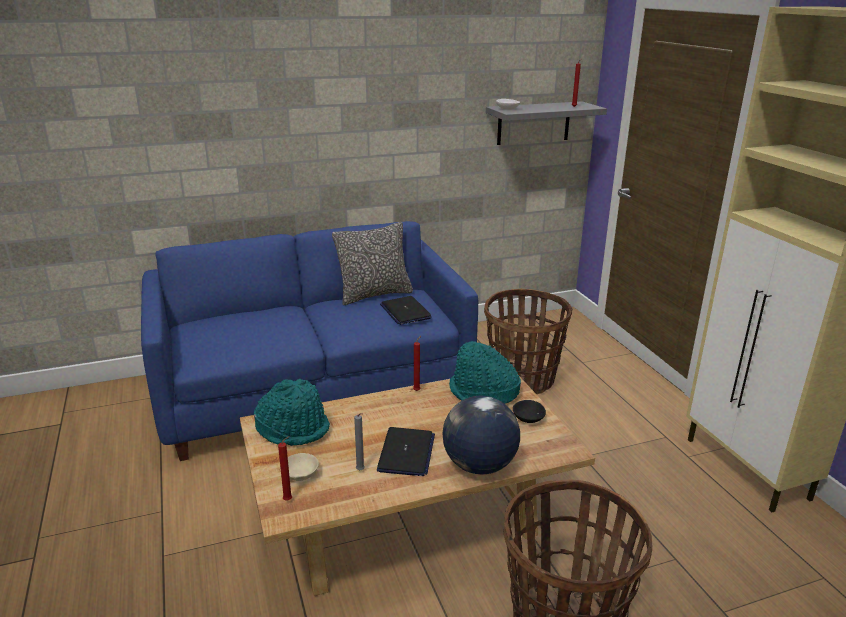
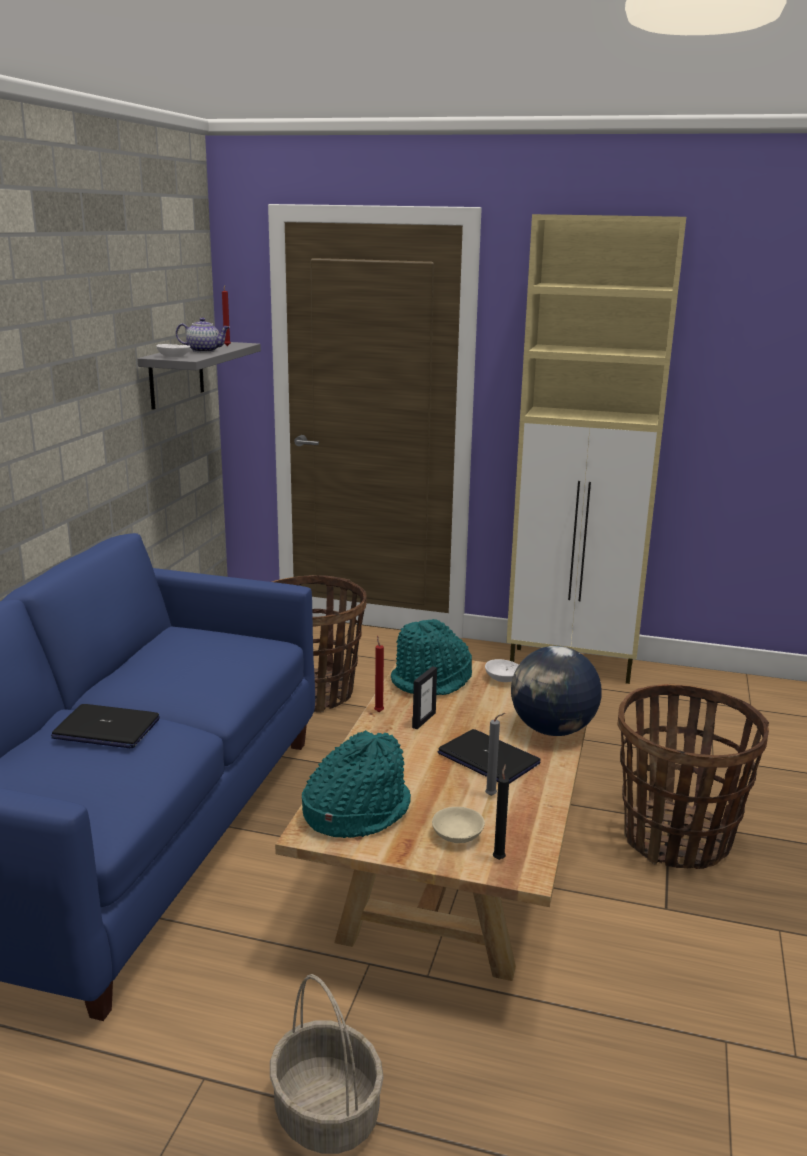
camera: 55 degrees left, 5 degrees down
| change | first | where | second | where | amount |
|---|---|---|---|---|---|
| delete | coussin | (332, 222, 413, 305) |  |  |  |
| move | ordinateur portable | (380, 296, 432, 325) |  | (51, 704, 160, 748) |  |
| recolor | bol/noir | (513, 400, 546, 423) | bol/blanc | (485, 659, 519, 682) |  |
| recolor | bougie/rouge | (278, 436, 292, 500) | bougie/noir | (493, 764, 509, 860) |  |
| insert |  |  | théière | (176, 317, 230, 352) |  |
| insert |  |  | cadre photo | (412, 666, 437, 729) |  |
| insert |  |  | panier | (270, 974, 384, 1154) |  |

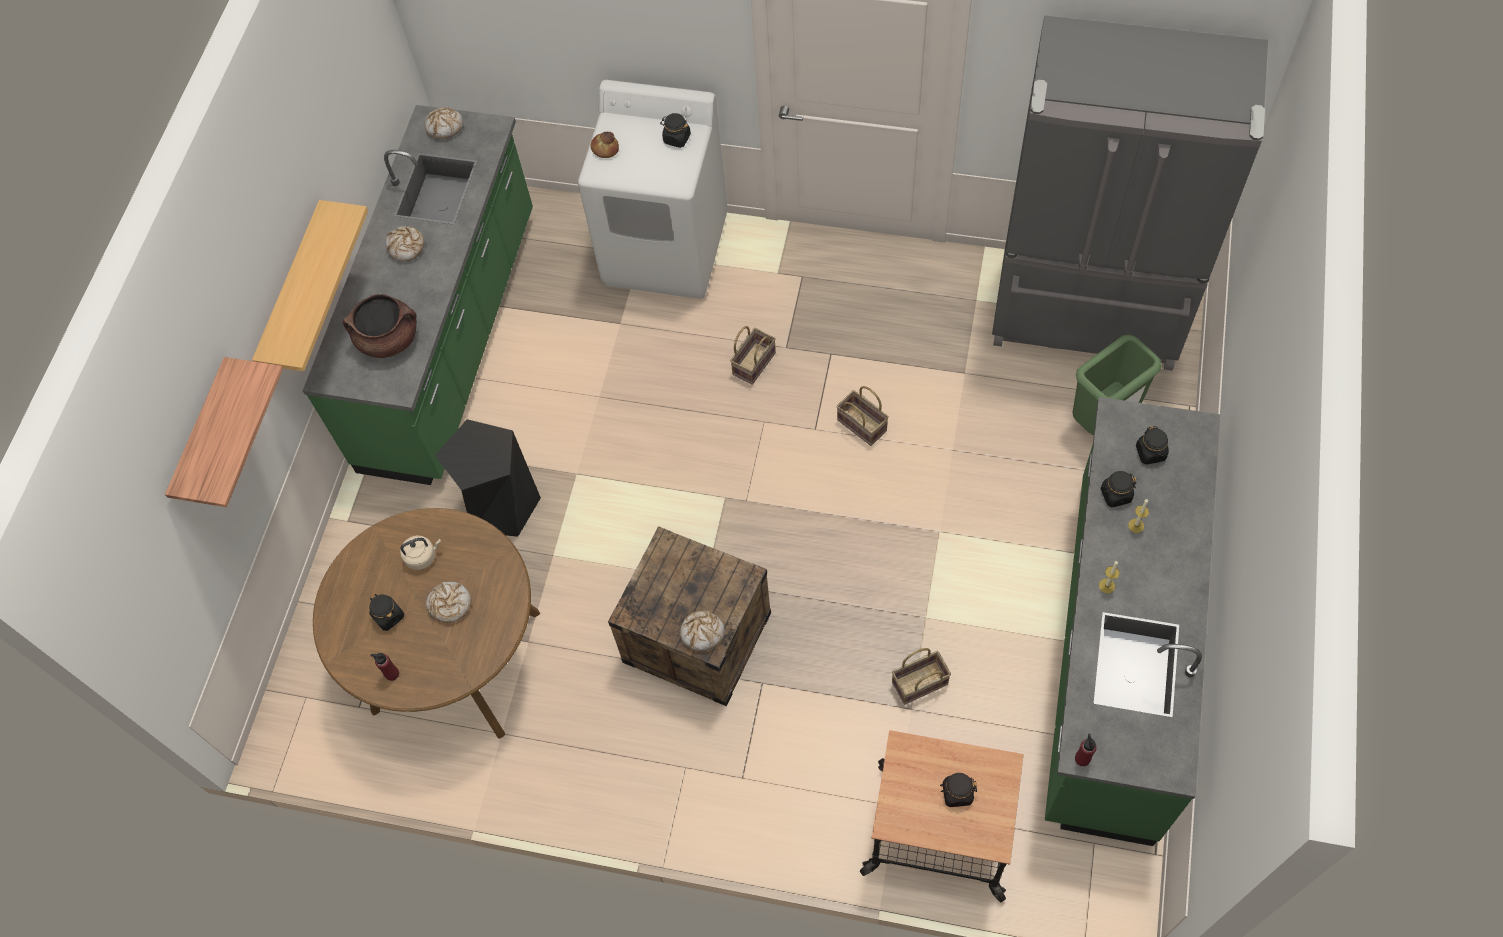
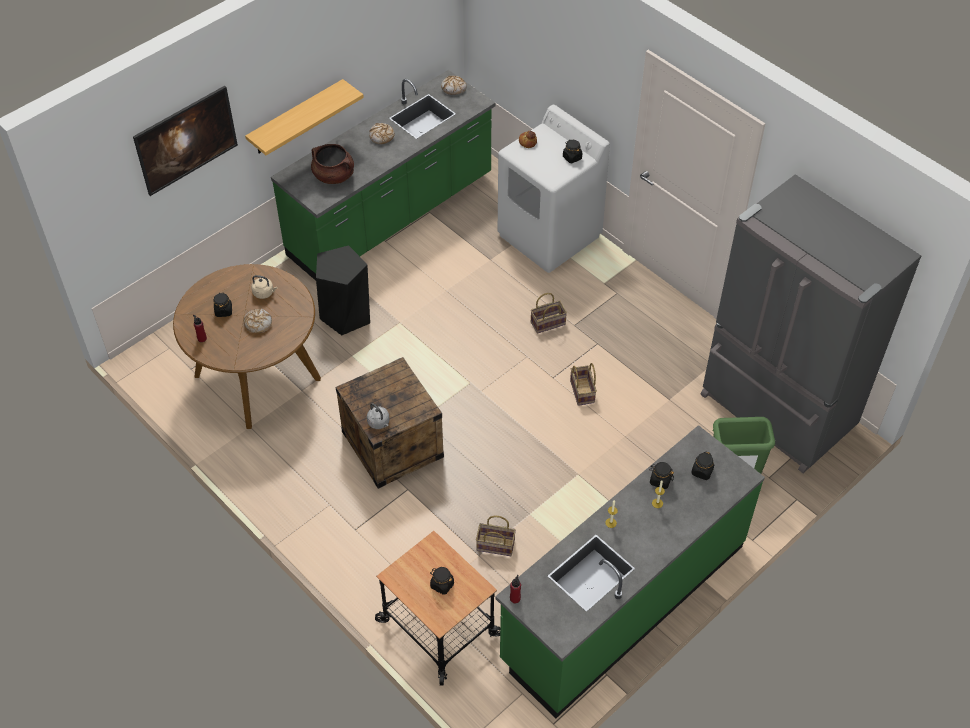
camera: 30 degrees right, 10 degrees down
| change | first | where | second | where | amount |
|---|---|---|---|---|---|
| replace | étagère | (165, 357, 283, 507) | tableau | (133, 86, 238, 196) |  |
| replace | pain | (680, 611, 725, 652) | bouilloire/gris | (367, 403, 389, 429) |  |

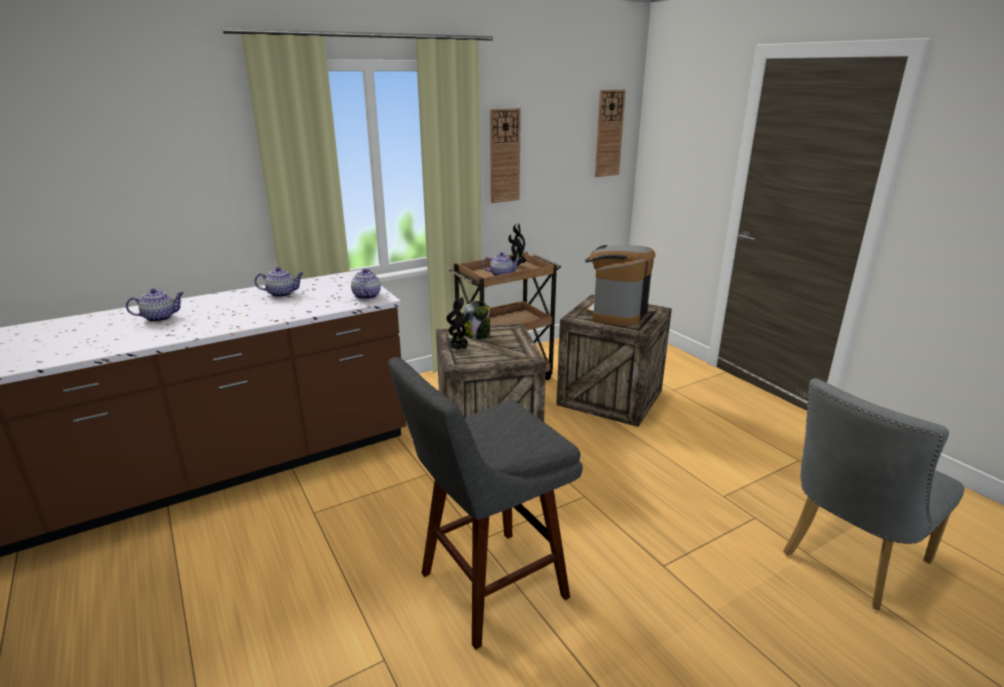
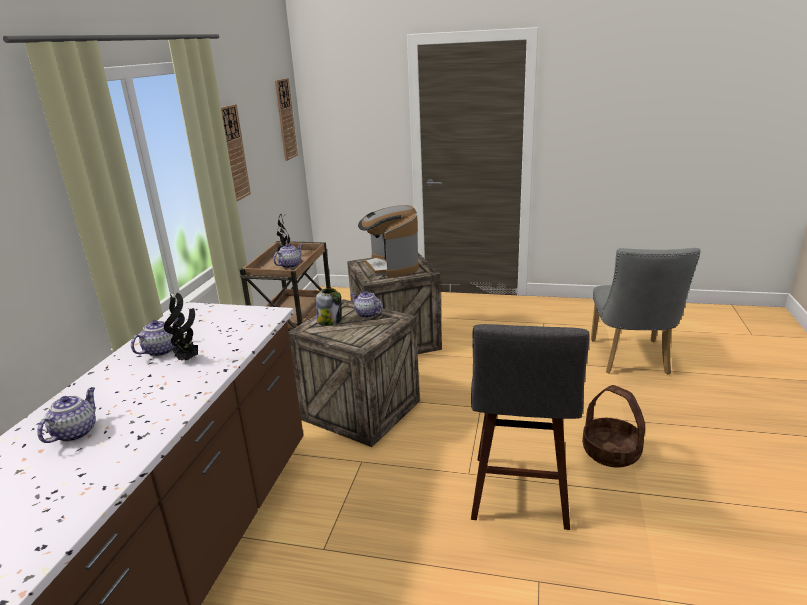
camera: 45 degrees left, 0 degrees up
| change | first | where | second | where | amount |
|---|---|---|---|---|---|
| move | théière | (351, 269, 381, 299) |  | (351, 291, 383, 318) |  |
| move | plante en pot | (446, 297, 471, 350) |  | (164, 292, 198, 361) |  |
| insert |  |  | panier | (582, 385, 645, 468) |  |

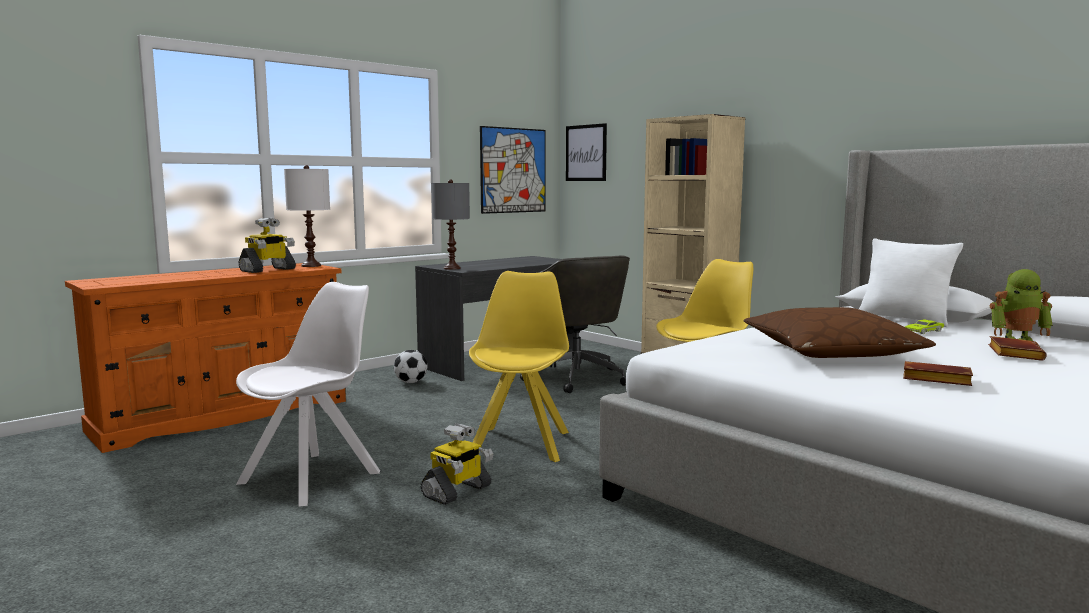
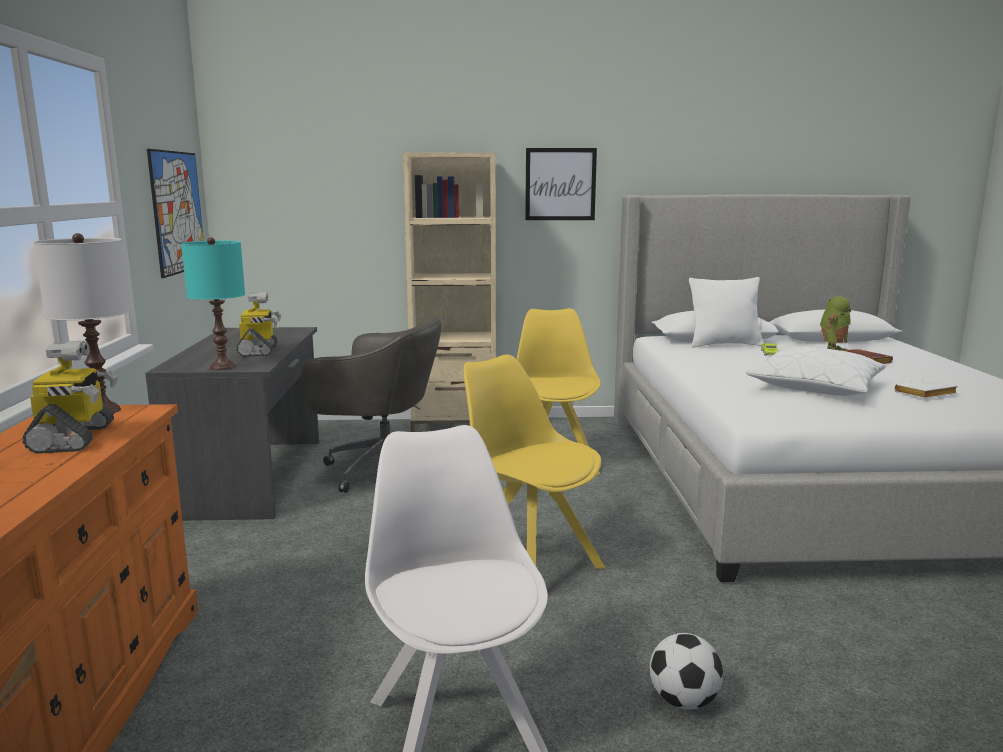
camera: 50 degrees left, 5 degrees up
| change | first | where | second | where | amount |
|---|---|---|---|---|---|
| move | tableau | (566, 123, 607, 181) |  | (525, 148, 597, 220) |  |
| recolor | lampe de table/gris | (432, 179, 470, 270) | lampe de table/turquoise | (181, 237, 245, 370) |  |
| recolor | coussin/marron | (744, 307, 936, 358) | coussin/blanc | (746, 346, 886, 396) |  |
| move | ballon de foot | (394, 350, 427, 383) |  | (650, 633, 723, 710) |  |
| recolor | livre/marron | (903, 361, 973, 386) | livre/blanc | (895, 380, 958, 399) |  |
| move | robot jouet | (421, 423, 494, 505) |  | (236, 292, 281, 357) |  |

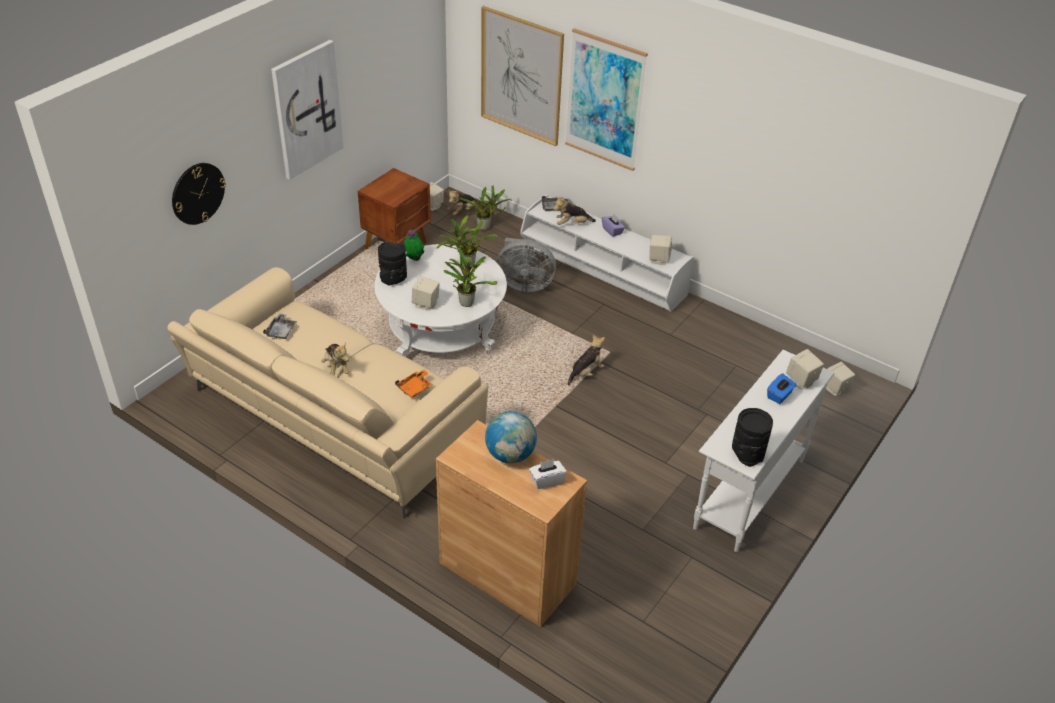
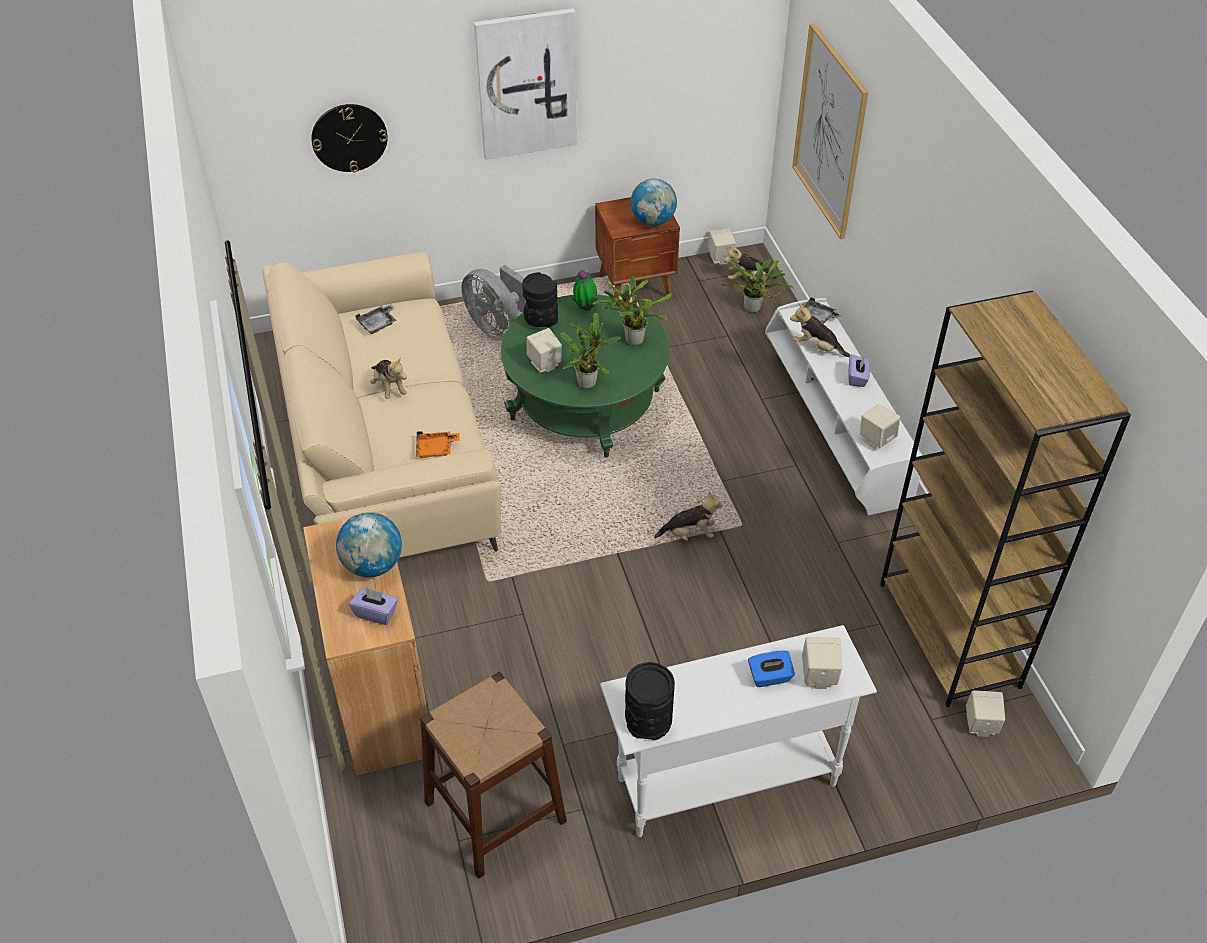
camera: 40 degrees right, 5 degrees up
| change | first | where | second | where | amount |
|---|---|---|---|---|---|
| delete | tableau | (565, 28, 648, 171) |  |  |  |
| move | ventilateur/gris | (497, 238, 556, 292) |  | (462, 265, 526, 341) |  |
| recolor | table basse/blanc | (374, 244, 507, 357) | table basse/vert | (501, 295, 670, 458) |  |
| rotate | peluche | (321, 343, 349, 376) |  | (370, 357, 407, 399) | 45 degrees counterclockwise |
| recolor | boîte à mouchoirs/blanc | (529, 459, 567, 489) | boîte à mouchoirs/violet | (349, 587, 398, 625) |  |
| insert |  |  | globe | (631, 179, 677, 226) |  |
| insert |  |  | bibliothèque/marron | (880, 291, 1131, 708) |  |
| insert |  |  | tabouret/marron | (420, 672, 567, 879) |  |

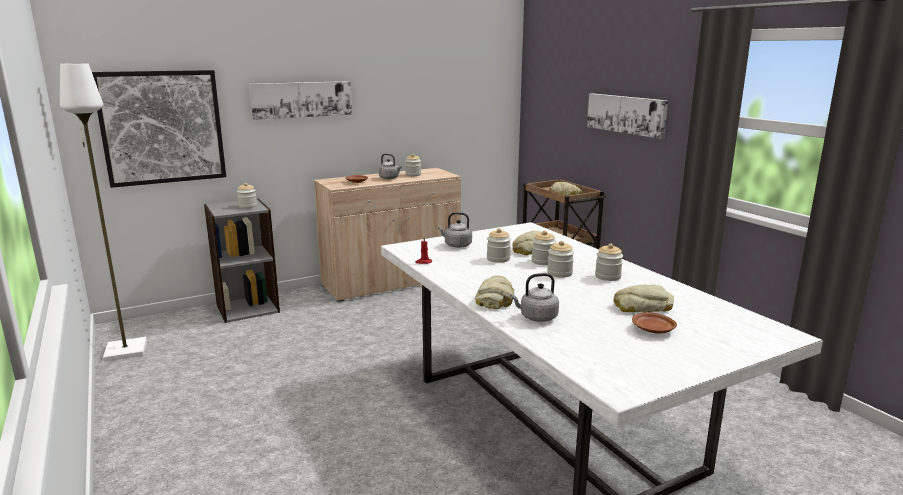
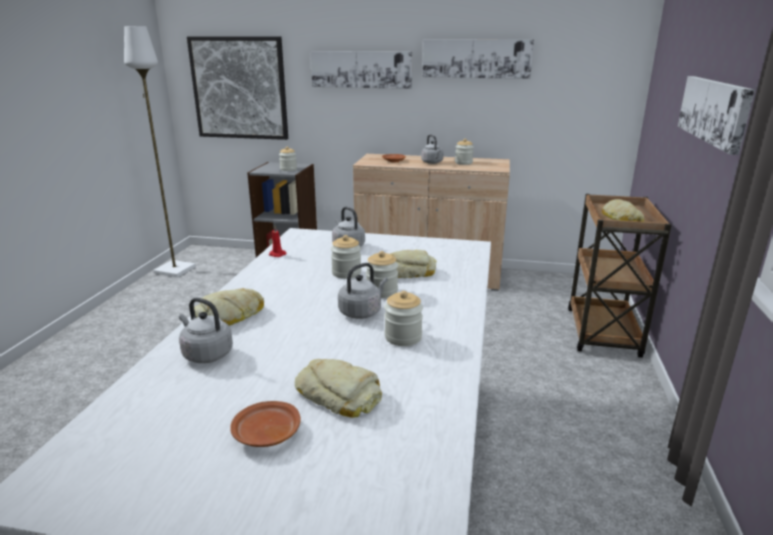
camera: 40 degrees right, 5 degrees up
| change | first | where | second | where | amount |
|---|---|---|---|---|---|
| replace | bocal | (547, 241, 574, 278) | bouilloire/gris | (338, 263, 388, 319) |  |
| insert |  |  | tableau | (423, 39, 534, 79) |  |

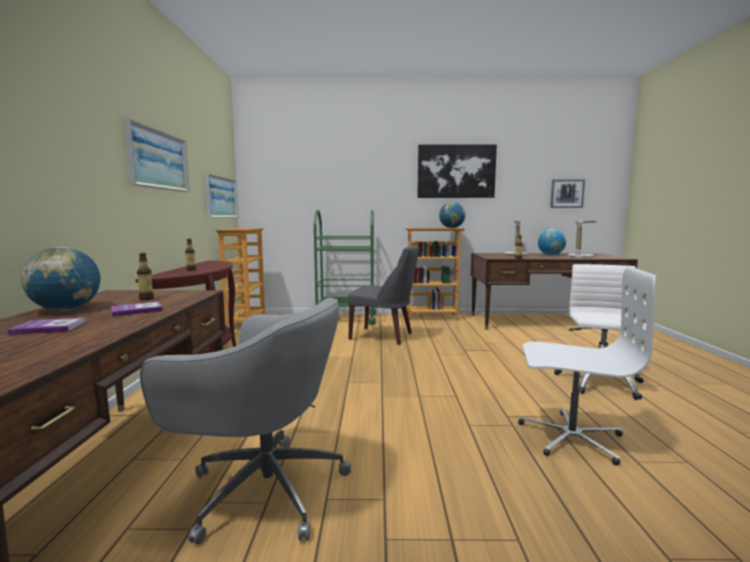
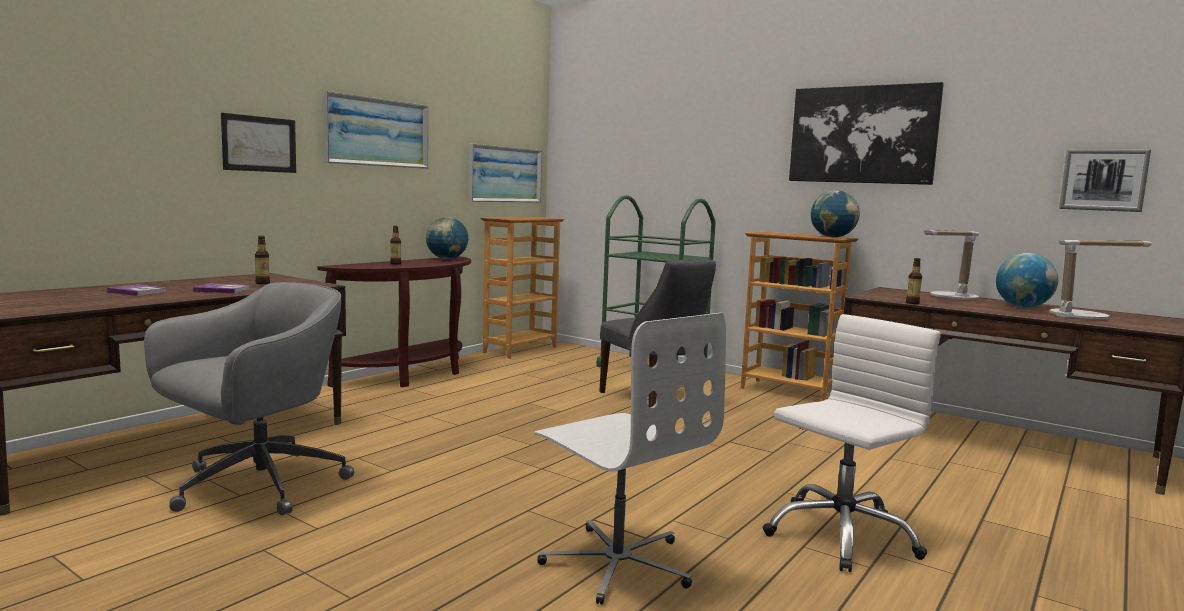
camera: 35 degrees right, 0 degrees up
| change | first | where | second | where | amount |
|---|---|---|---|---|---|
| move | globe | (21, 247, 100, 311) |  | (426, 217, 468, 259) |  |
| rotate | chaise de bureau/gris | (140, 298, 351, 545) |  | (144, 282, 354, 515) | 105 degrees counterclockwise |
| insert |  |  | tableau | (221, 113, 296, 173) |  |

